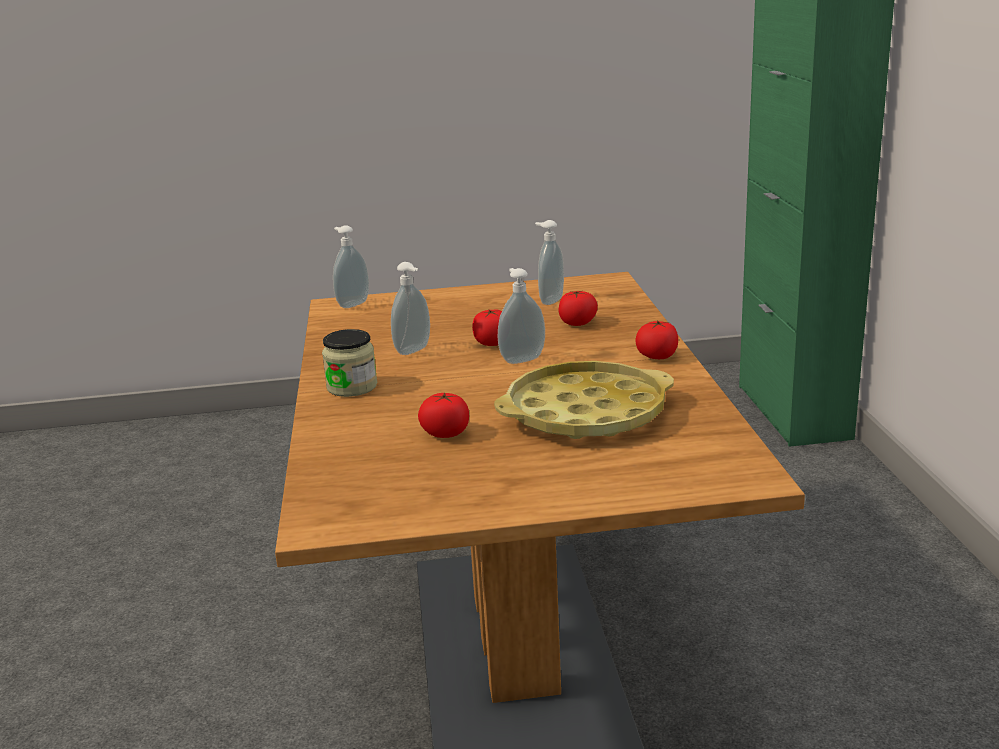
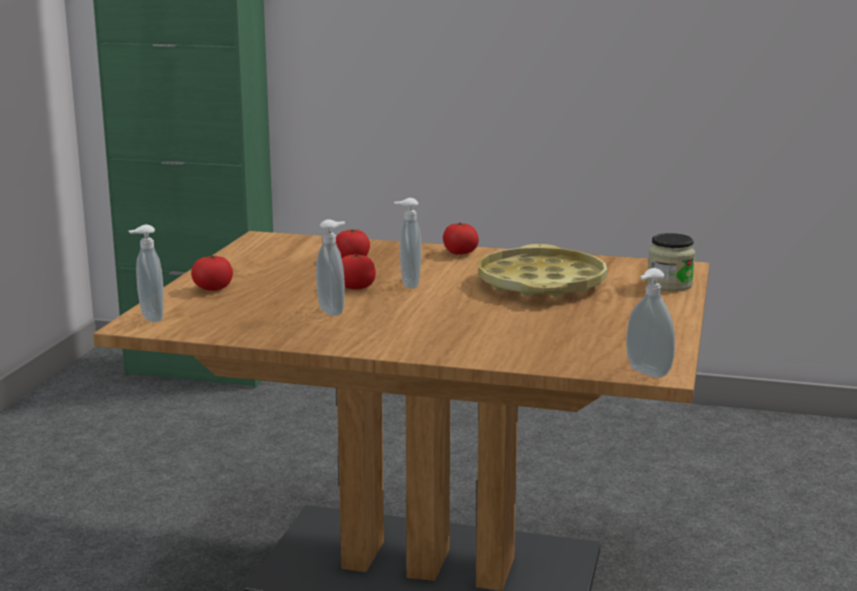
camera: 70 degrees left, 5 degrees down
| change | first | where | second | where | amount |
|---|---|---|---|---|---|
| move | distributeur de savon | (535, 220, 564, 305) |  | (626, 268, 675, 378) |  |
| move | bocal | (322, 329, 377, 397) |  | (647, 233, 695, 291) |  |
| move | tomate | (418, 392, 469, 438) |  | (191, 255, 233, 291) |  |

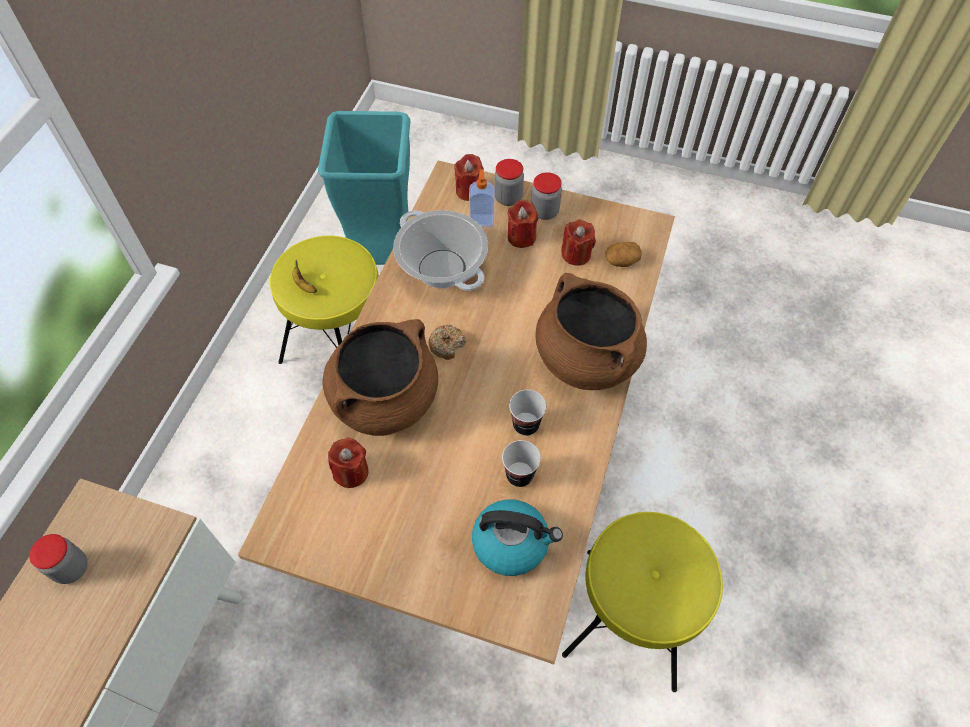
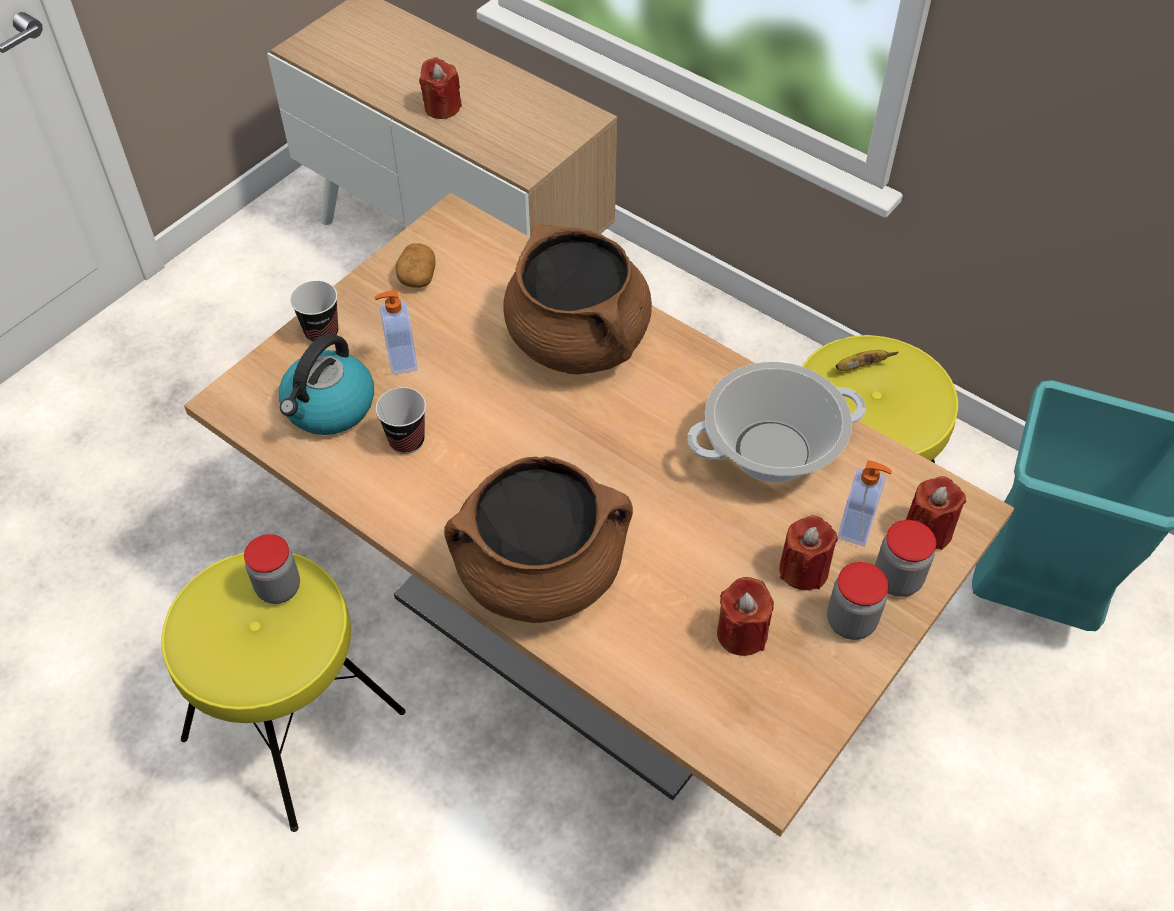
camera: 110 degrees right, 5 degrees down
| change | first | where | second | where | amount |
|---|---|---|---|---|---|
| move | pomme de terre | (605, 242, 642, 267) |  | (396, 243, 436, 288) |  |
| delete | beignet | (429, 325, 466, 360) |  |  |  |
| move | tasse | (509, 390, 546, 436) |  | (290, 281, 338, 343) |  |
| move | bougie/rouge | (328, 438, 369, 488) |  | (419, 57, 462, 119) |  |
| move | bocal | (29, 534, 88, 584) |  | (244, 534, 300, 604) |  |
| insert |  |  | distributeur de savon | (375, 290, 418, 375) |  |

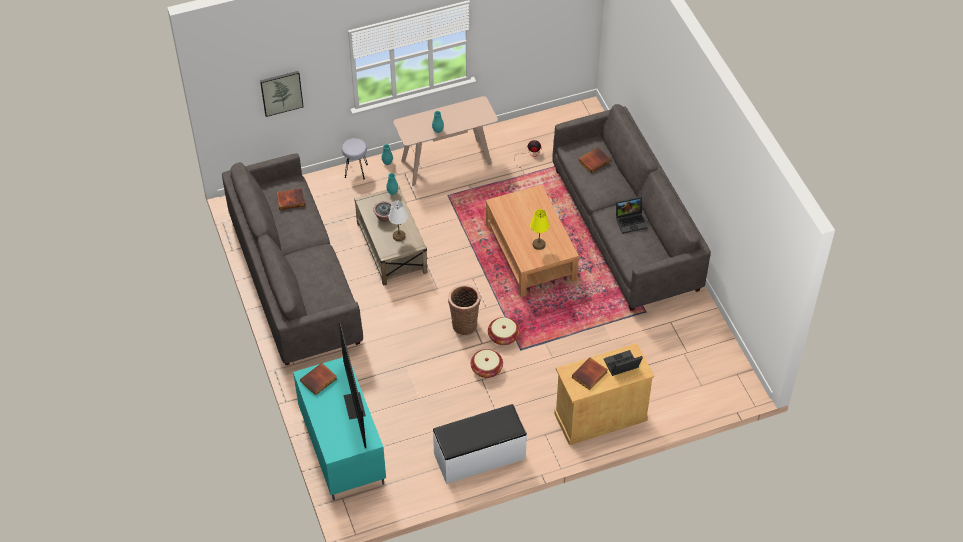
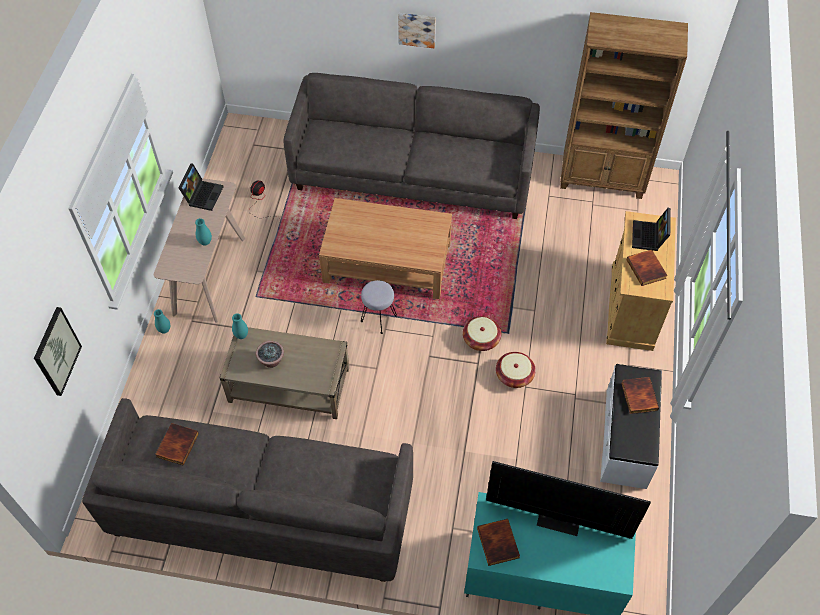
camera: 60 degrees left, 5 degrees up
| change | first | where | second | where | amount |
|---|---|---|---|---|---|
| move | tabouret/gris | (342, 138, 368, 179) |  | (361, 280, 397, 334) |  |
| move | livre | (578, 147, 611, 173) |  | (621, 377, 659, 414) |  |
| move | ordinateur portable | (616, 196, 647, 234) |  | (178, 164, 224, 211) |  |
| delete | lampe de table/blanc | (388, 201, 408, 241) |  |  |  |
| delete | lampe de table/jaune | (530, 209, 549, 250) |  |  |  |
| delete | panier | (448, 284, 480, 335) |  |  |  |
| insert |  |  | bibliothèque/marron | (560, 12, 688, 199) |  |
| insert |  |  | tableau | (398, 13, 436, 48) |  |

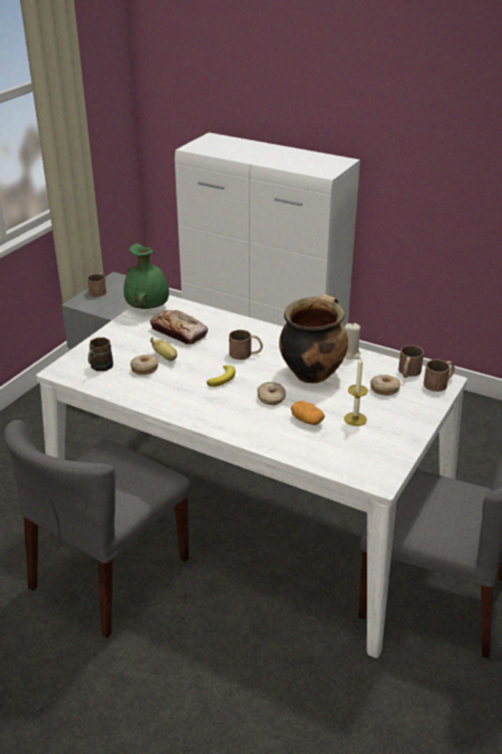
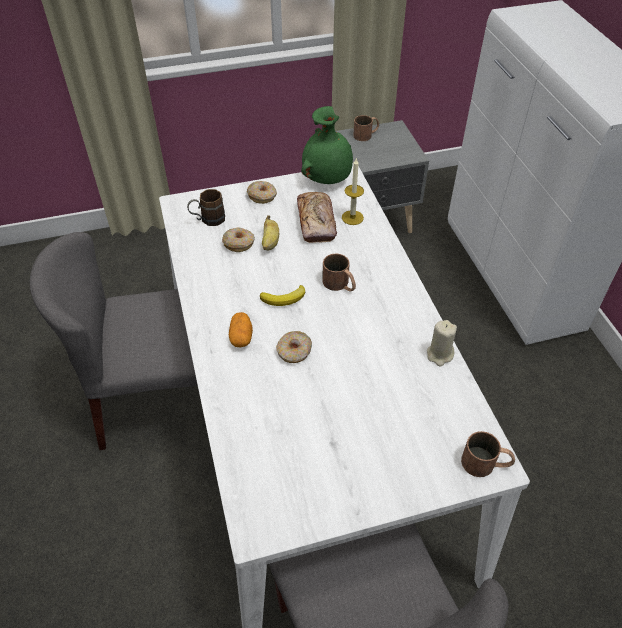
camera: 45 degrees right, 15 degrees up
| change | first | where | second | where | amount |
|---|---|---|---|---|---|
| delete | marmite | (279, 294, 348, 383) |  |  |  |
| delete | mug/marron | (399, 345, 424, 378) |  |  |  |
| move | bougie | (344, 357, 368, 426) |  | (342, 159, 364, 225) |  |
| move | beignet | (370, 375, 400, 396) |  | (247, 181, 277, 204) |  |
| move | pomme de terre | (291, 401, 325, 425) |  | (229, 312, 253, 347) |  |

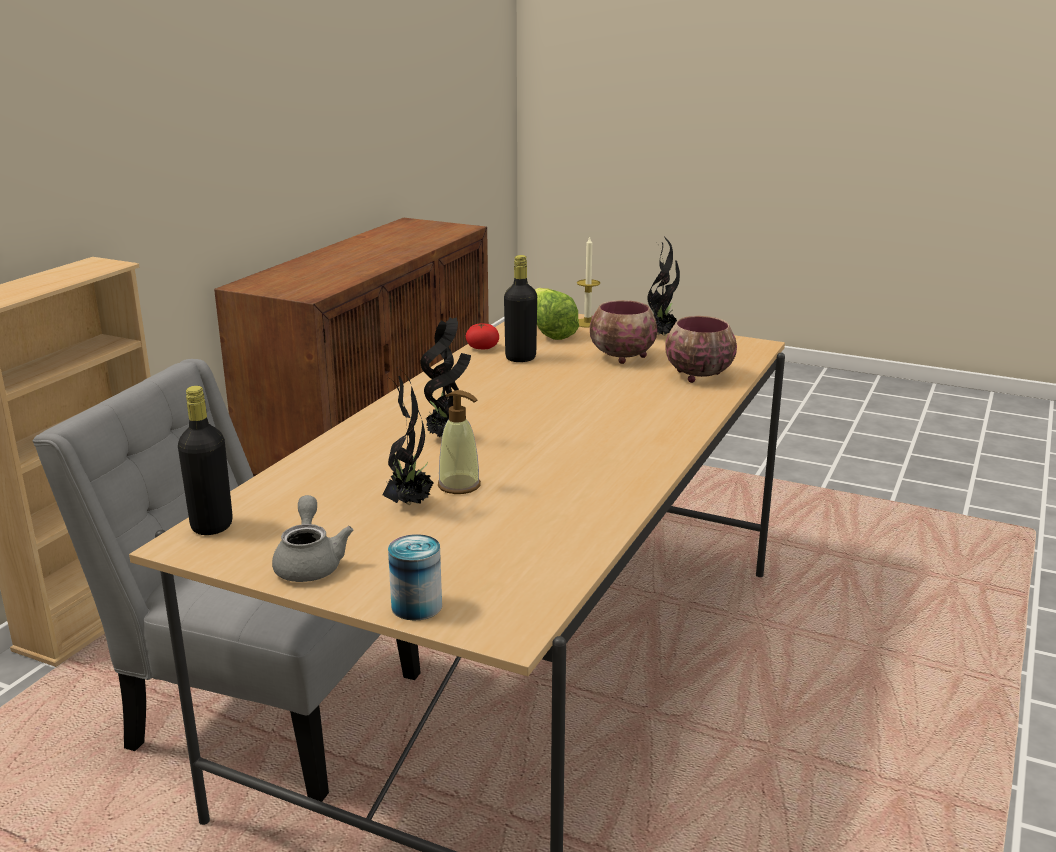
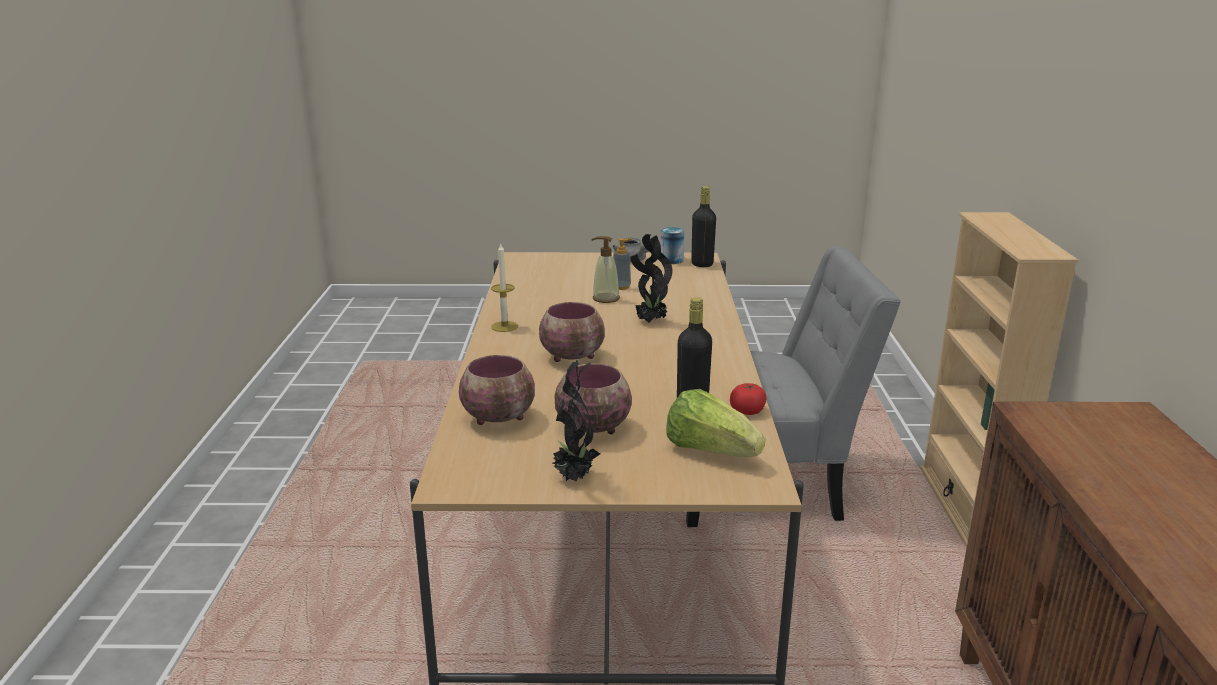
camera: 155 degrees right, 0 degrees up
| change | first | where | second | where | amount |
|---|---|---|---|---|---|
| move | bougie | (577, 235, 600, 328) |  | (491, 244, 518, 332) |  |
| replace | plante en pot | (382, 368, 434, 505) | distributeur de savon | (613, 238, 632, 290) |  |
| move | boîte métallique | (388, 534, 442, 621) |  | (661, 227, 684, 264) |  |
| insert |  |  | bol | (539, 302, 605, 362) |  |

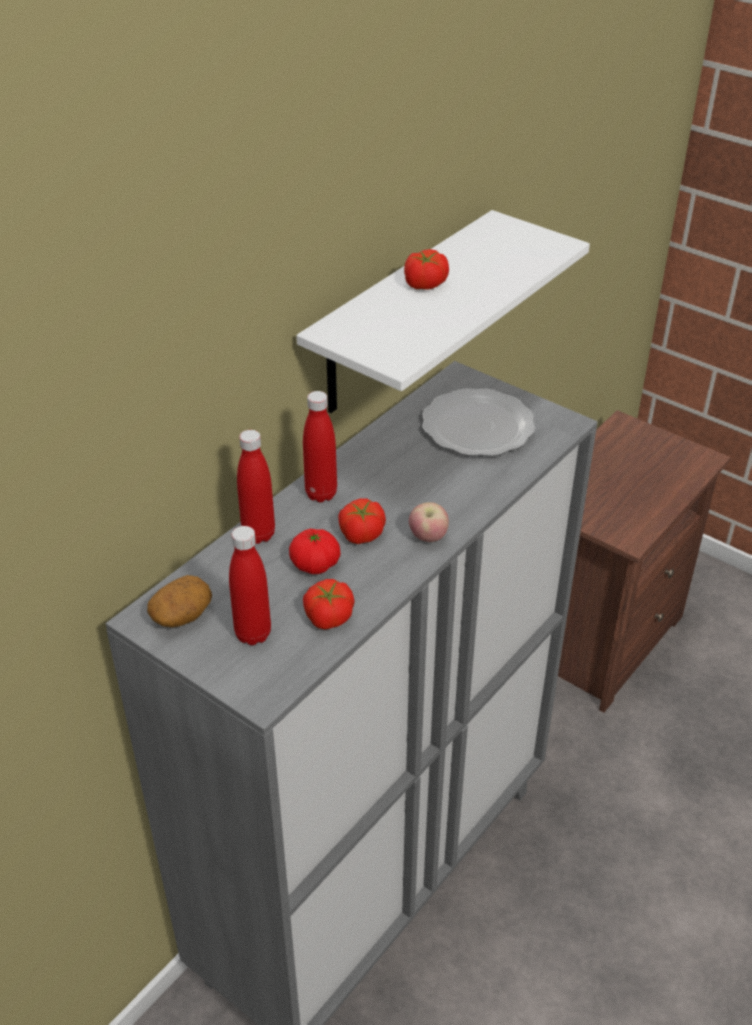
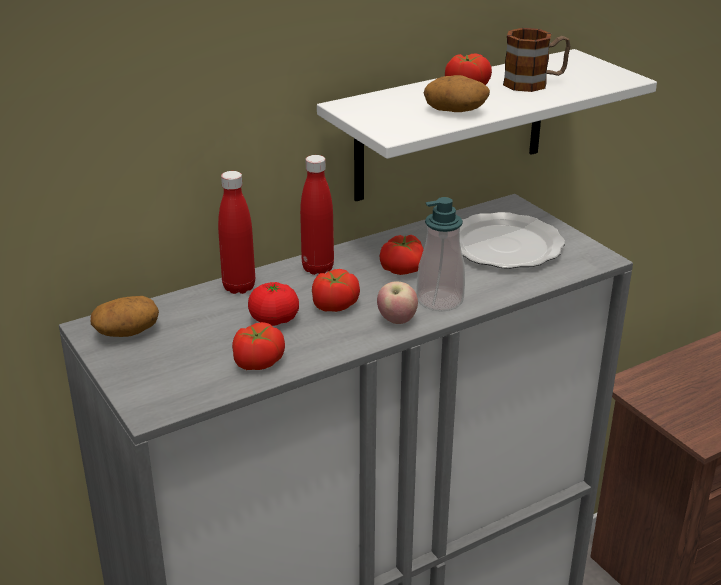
camera: 20 degrees right, 10 degrees down
| change | first | where | second | where | amount |
|---|---|---|---|---|---|
| delete | bouteille/rouge | (229, 526, 271, 645) |  |  |  |
| insert |  |  | mug | (503, 28, 570, 92) |  |
| insert |  |  | pomme de terre | (424, 75, 490, 112) |  |
| insert |  |  | distributeur de savon | (416, 197, 465, 312) |  |
| insert |  |  | tomate | (380, 235, 424, 275) |  |

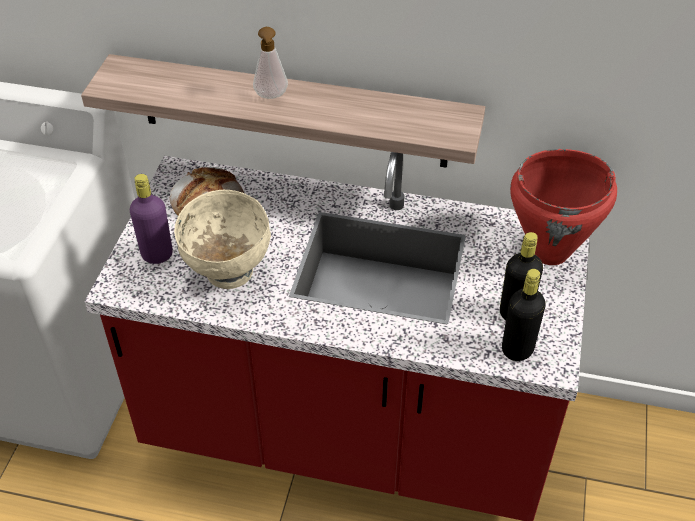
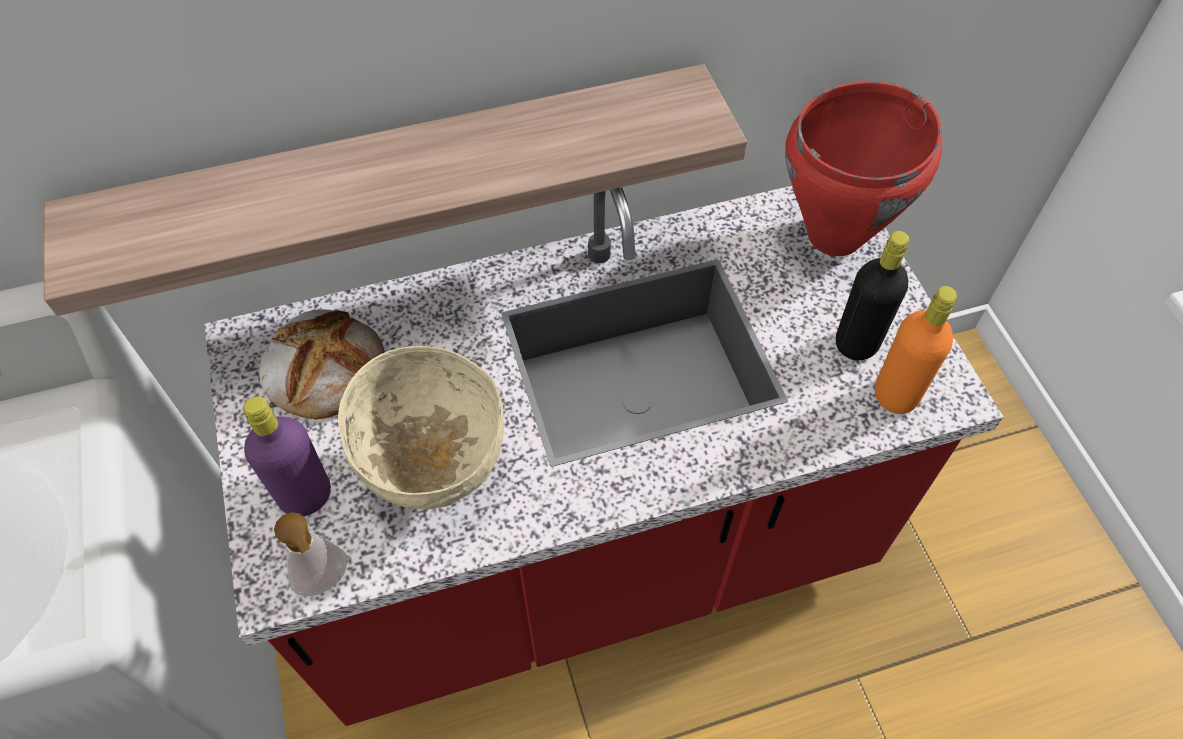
camera: 30 degrees left, 10 degrees up
| change | first | where | second | where | amount |
|---|---|---|---|---|---|
| move | distributeur de savon | (253, 27, 288, 99) |  | (274, 512, 348, 596) |  |
| recolor | bouteille/noir | (502, 269, 546, 361) | bouteille/orange | (875, 286, 957, 414) |  |

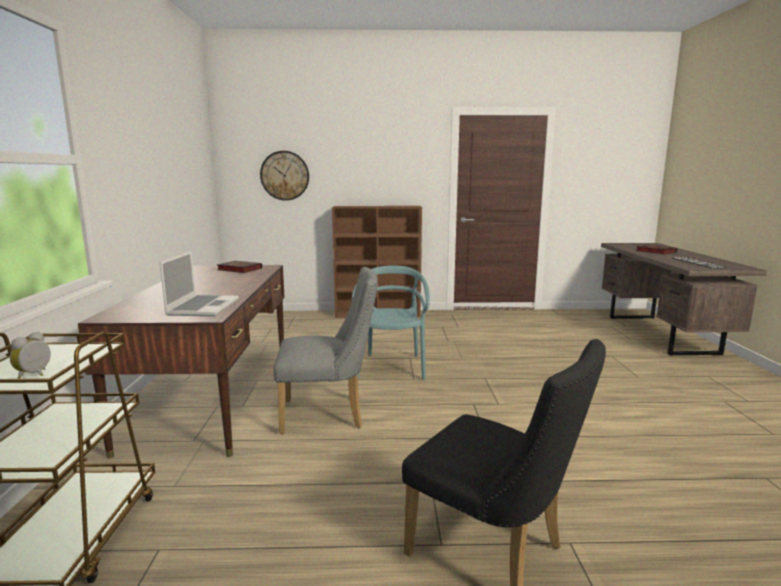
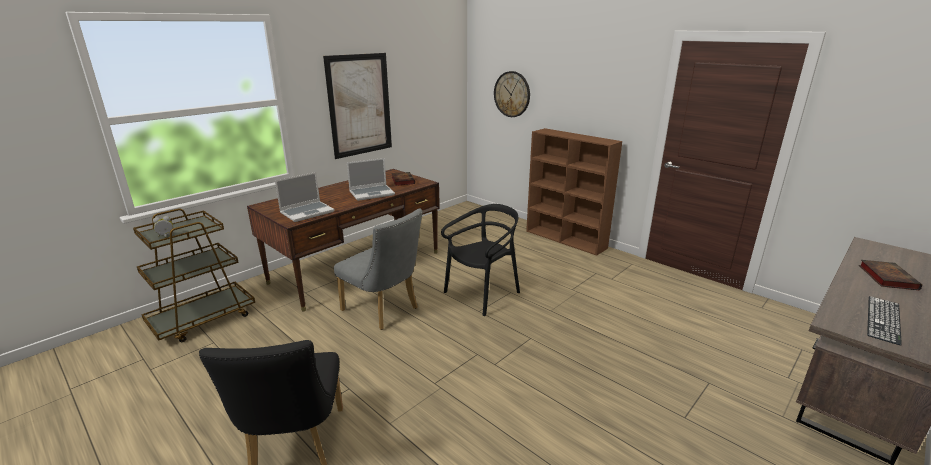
camera: 45 degrees right, 10 degrees up
| change | first | where | second | where | amount |
|---|---|---|---|---|---|
| recolor | chaise/turquoise | (352, 266, 430, 380) | chaise/noir | (441, 204, 520, 316) |  |
| insert |  |  | tableau | (323, 53, 392, 159) |  |
| insert |  |  | ordinateur portable | (347, 158, 395, 201) |  |

